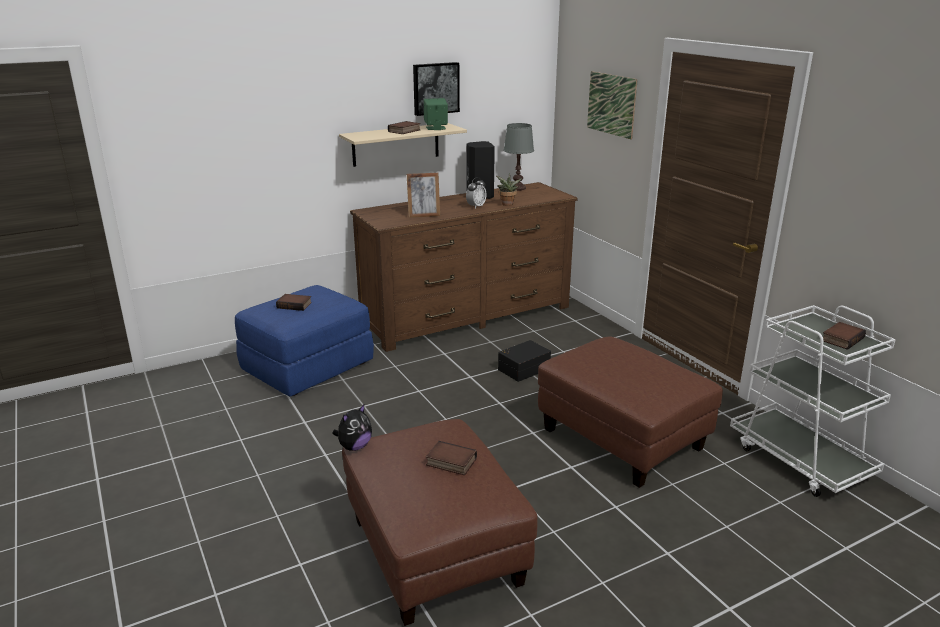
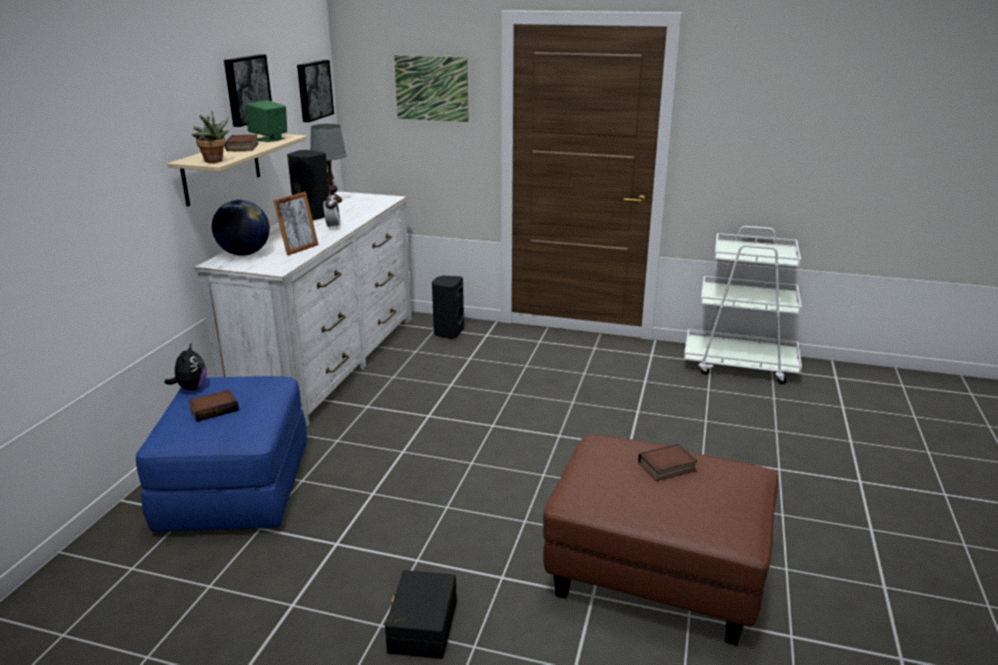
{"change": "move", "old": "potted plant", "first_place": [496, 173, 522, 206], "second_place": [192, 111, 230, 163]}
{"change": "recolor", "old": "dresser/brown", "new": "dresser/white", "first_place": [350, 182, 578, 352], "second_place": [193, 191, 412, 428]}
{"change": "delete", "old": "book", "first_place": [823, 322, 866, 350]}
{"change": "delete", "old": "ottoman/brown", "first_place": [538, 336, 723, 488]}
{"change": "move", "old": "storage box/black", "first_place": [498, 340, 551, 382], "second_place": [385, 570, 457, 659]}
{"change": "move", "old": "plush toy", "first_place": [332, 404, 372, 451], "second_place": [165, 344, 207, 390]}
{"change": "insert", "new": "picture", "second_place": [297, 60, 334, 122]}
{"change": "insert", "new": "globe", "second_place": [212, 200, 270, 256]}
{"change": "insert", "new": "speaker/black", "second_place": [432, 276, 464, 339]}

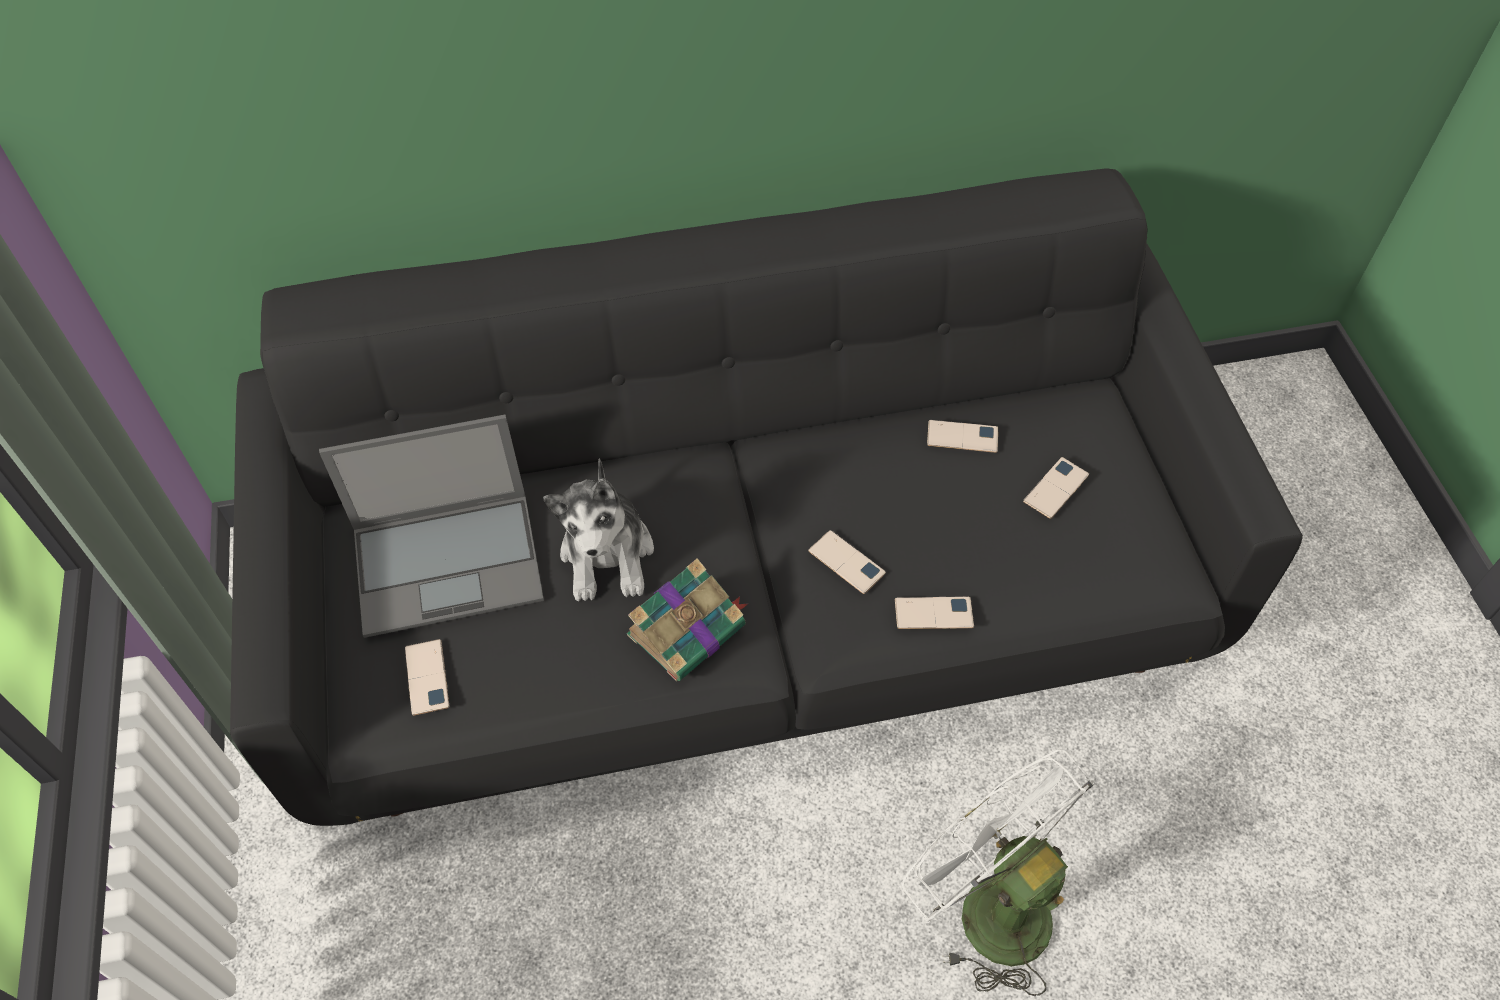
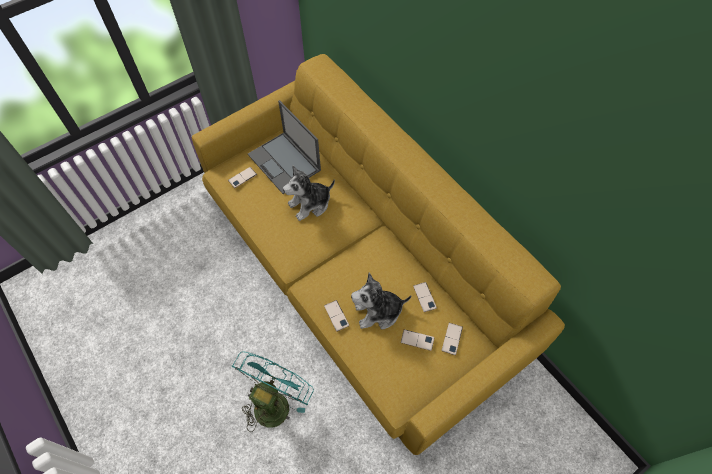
{"change": "recolor", "old": "sofa/black", "new": "sofa/yellow", "first_place": [230, 168, 1303, 826], "second_place": [192, 54, 565, 455]}
{"change": "move", "old": "phone", "first_place": [808, 530, 886, 594], "second_place": [442, 323, 463, 355]}
{"change": "delete", "old": "book", "first_place": [627, 558, 748, 681]}
{"change": "recolor", "old": "fan/white", "new": "fan/turquoise", "first_place": [902, 750, 1094, 996], "second_place": [232, 351, 314, 432]}
{"change": "insert", "new": "plush toy", "second_place": [351, 273, 411, 329]}

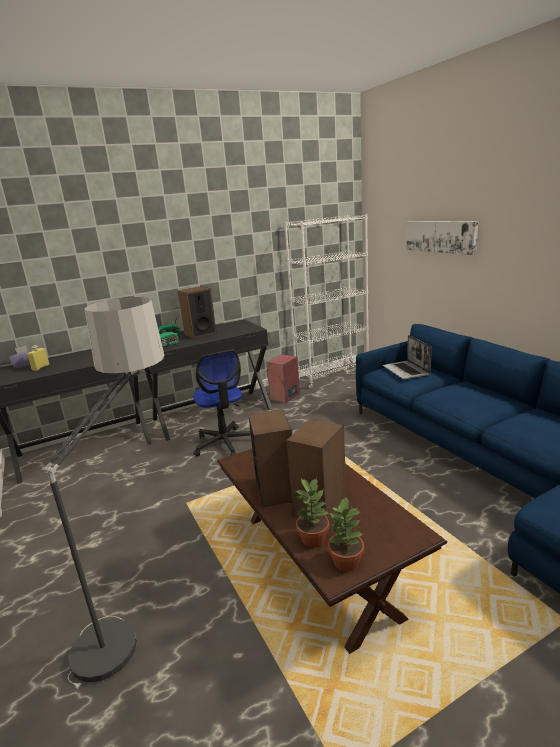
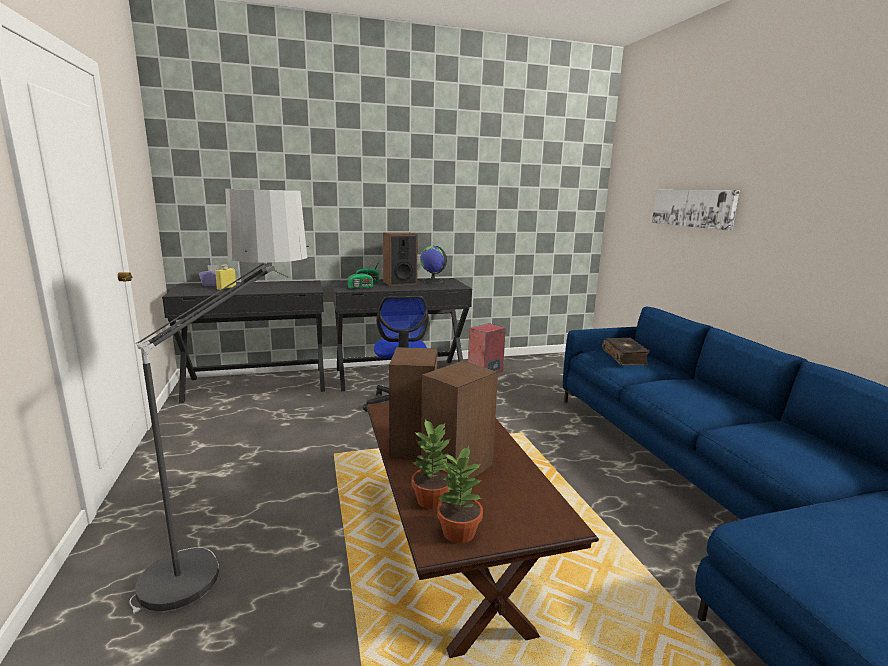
{"change": "delete", "old": "bookcase/white", "first_place": [284, 215, 369, 389]}
{"change": "replace", "old": "laptop", "new": "book", "first_place": [383, 335, 432, 380], "second_place": [602, 338, 650, 366]}
{"change": "insert", "new": "globe", "second_place": [420, 246, 447, 283]}

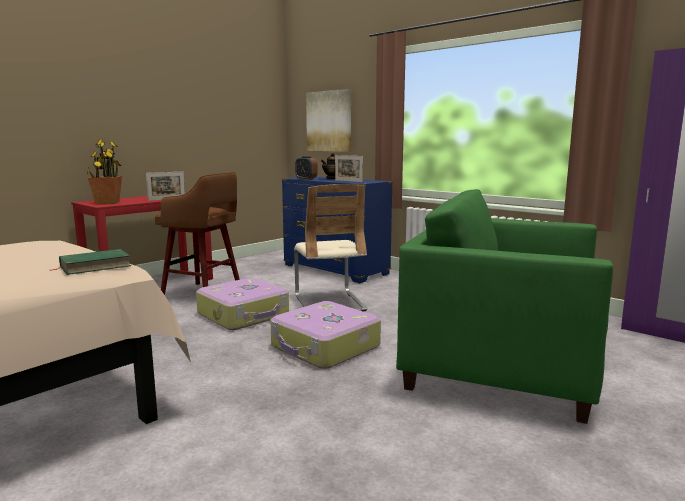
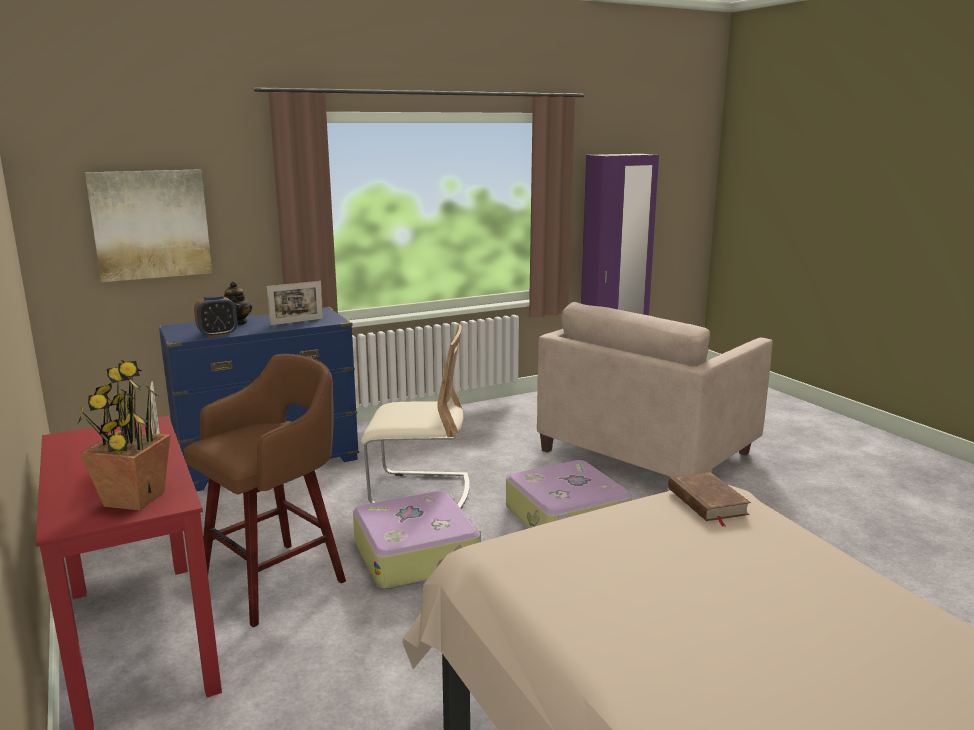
{"change": "recolor", "old": "armchair/green", "new": "armchair/beige", "first_place": [396, 189, 613, 424], "second_place": [537, 302, 773, 477]}
{"change": "recolor", "old": "book/green", "new": "book/brown", "first_place": [49, 249, 131, 275], "second_place": [668, 472, 751, 527]}

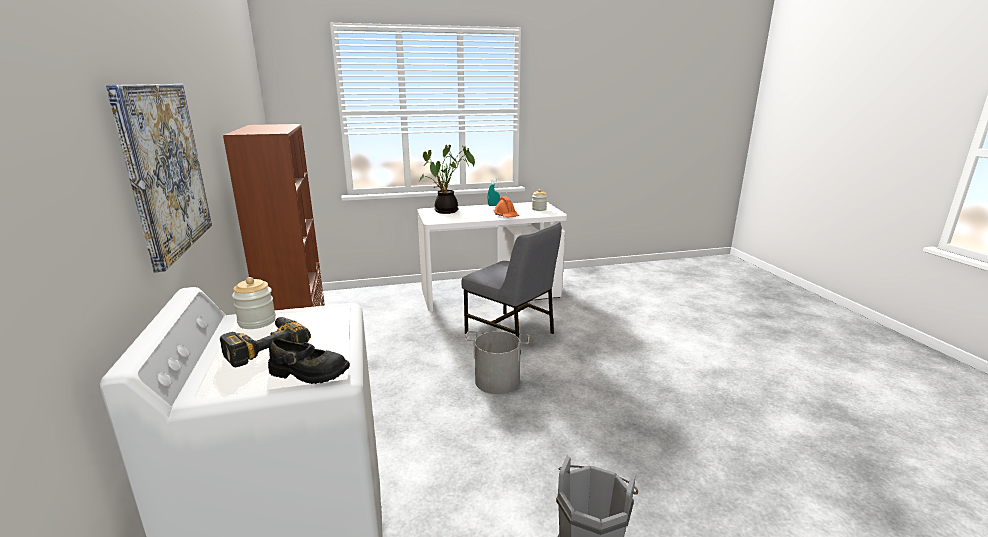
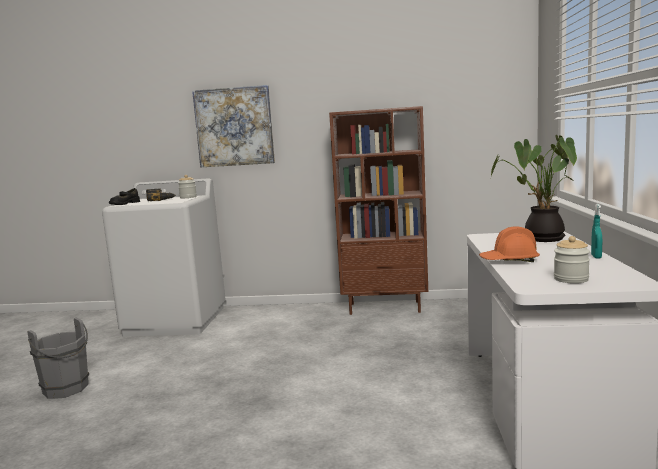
{"change": "delete", "old": "chair/grey", "first_place": [461, 221, 562, 354]}
{"change": "delete", "old": "bucket/grey", "first_place": [465, 331, 530, 394]}

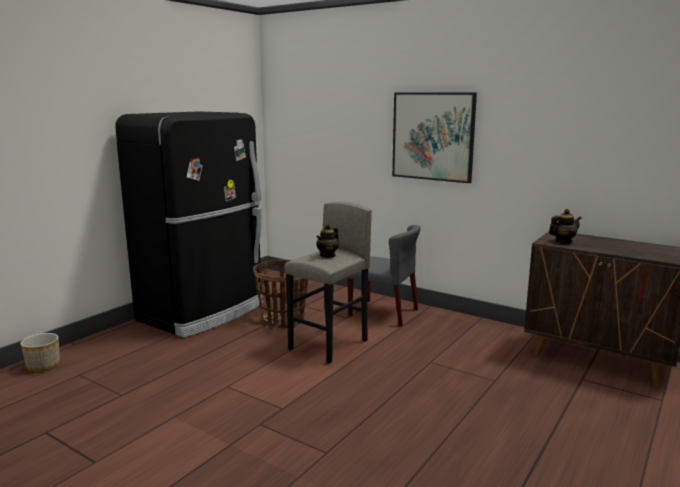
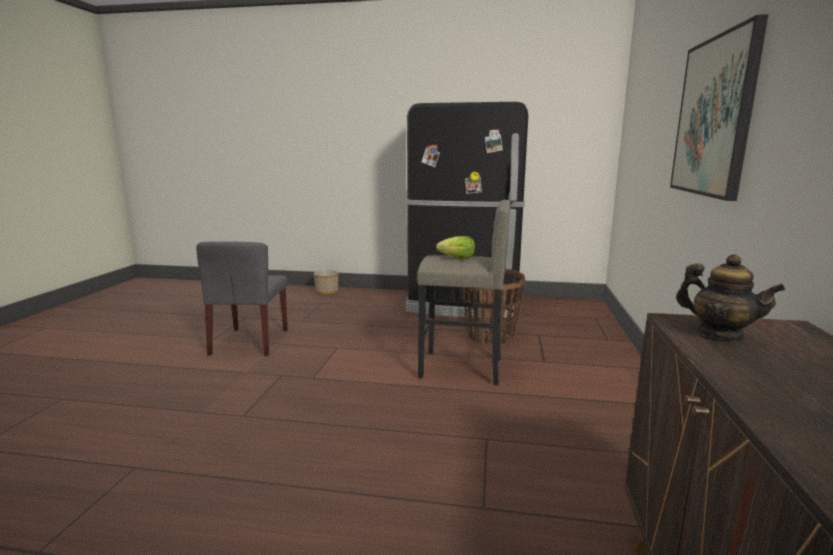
{"change": "replace", "old": "teapot", "new": "lettuce", "first_place": [316, 224, 339, 258], "second_place": [436, 236, 475, 259]}
{"change": "move", "old": "chair/grey", "first_place": [347, 225, 421, 326], "second_place": [196, 242, 288, 356]}

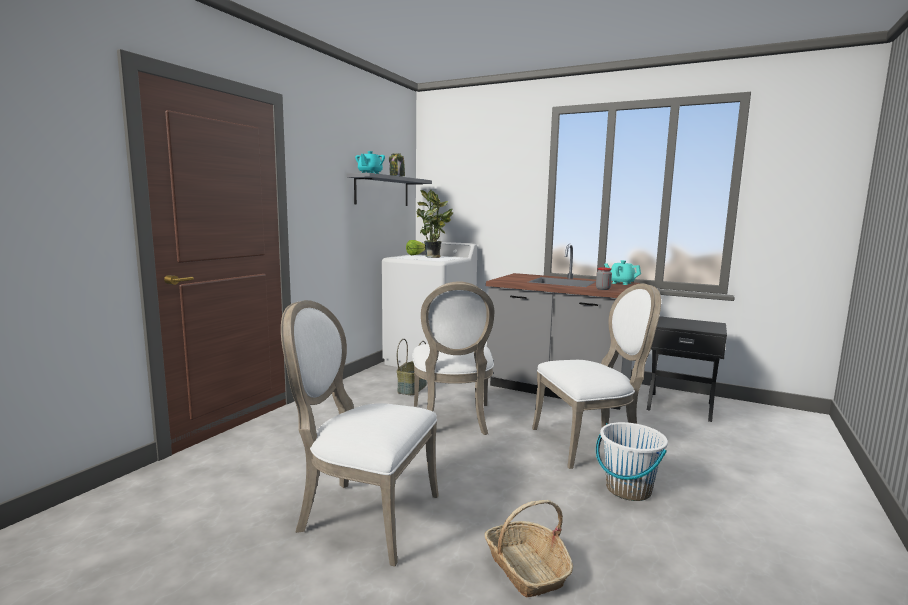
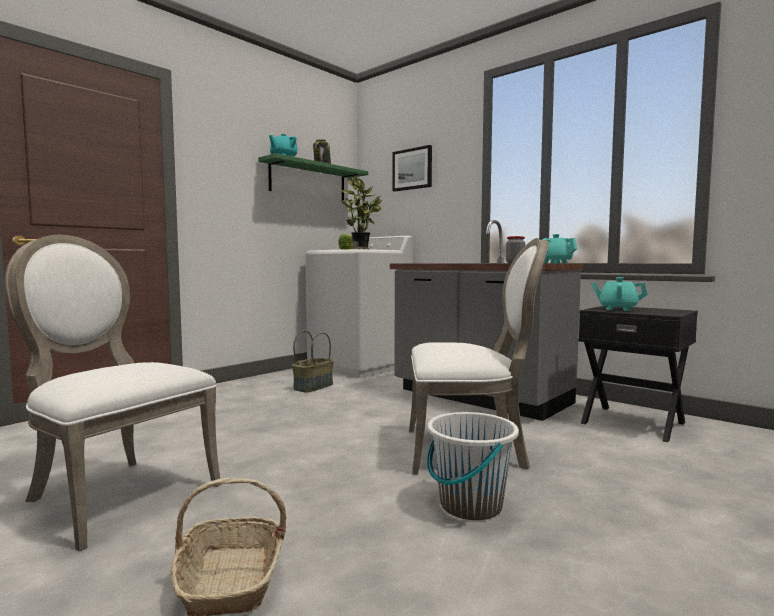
{"change": "recolor", "old": "shelf/grey", "new": "shelf/green", "first_place": [347, 173, 432, 206], "second_place": [258, 153, 368, 200]}
{"change": "delete", "old": "chair/white", "first_place": [412, 282, 494, 435]}
{"change": "insert", "new": "picture", "second_place": [392, 145, 432, 192]}
{"change": "insert", "new": "teapot/turquoise", "second_place": [591, 277, 647, 311]}

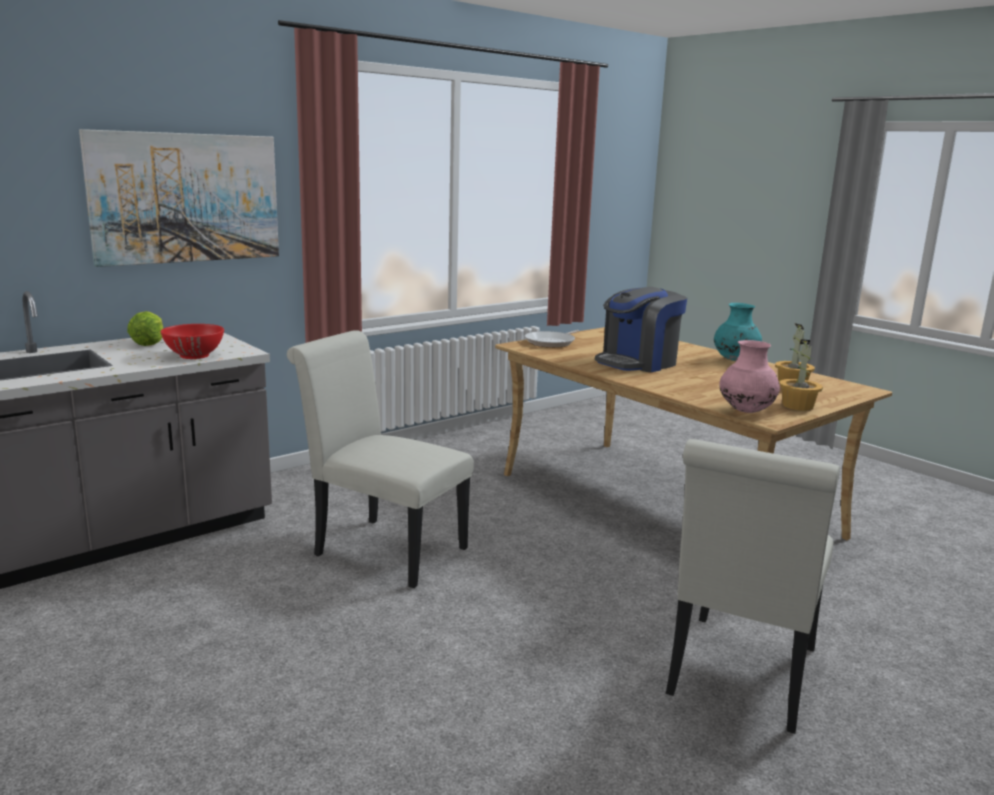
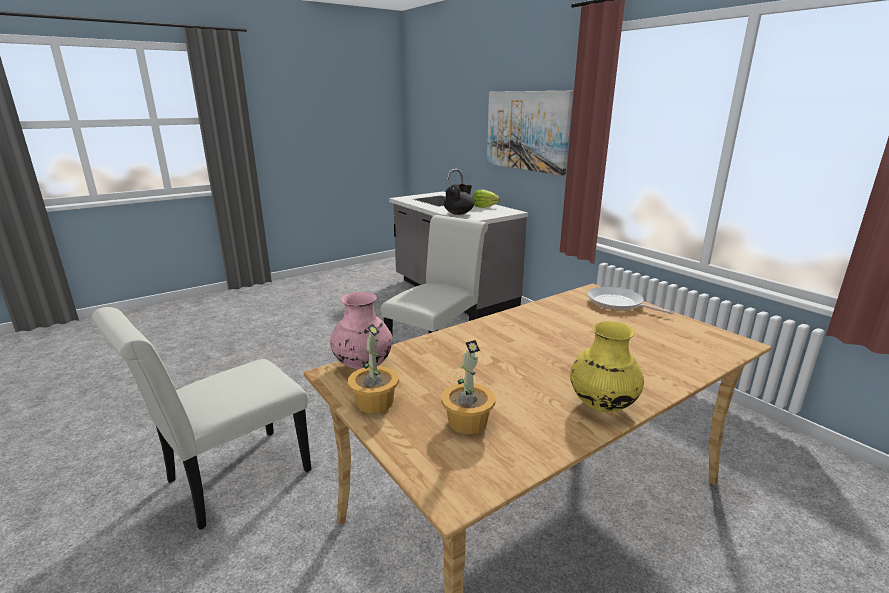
{"change": "delete", "old": "coffee machine", "first_place": [595, 287, 687, 372]}
{"change": "recolor", "old": "vase/turquoise", "new": "vase/yellow", "first_place": [714, 303, 762, 361], "second_place": [570, 321, 644, 412]}
{"change": "replace", "old": "bowl/red", "new": "teapot/black", "first_place": [161, 324, 224, 359], "second_place": [444, 184, 474, 215]}
{"change": "rotate", "old": "chair/white", "first_place": [666, 439, 840, 734], "second_place": [92, 307, 312, 530], "degrees": -75}

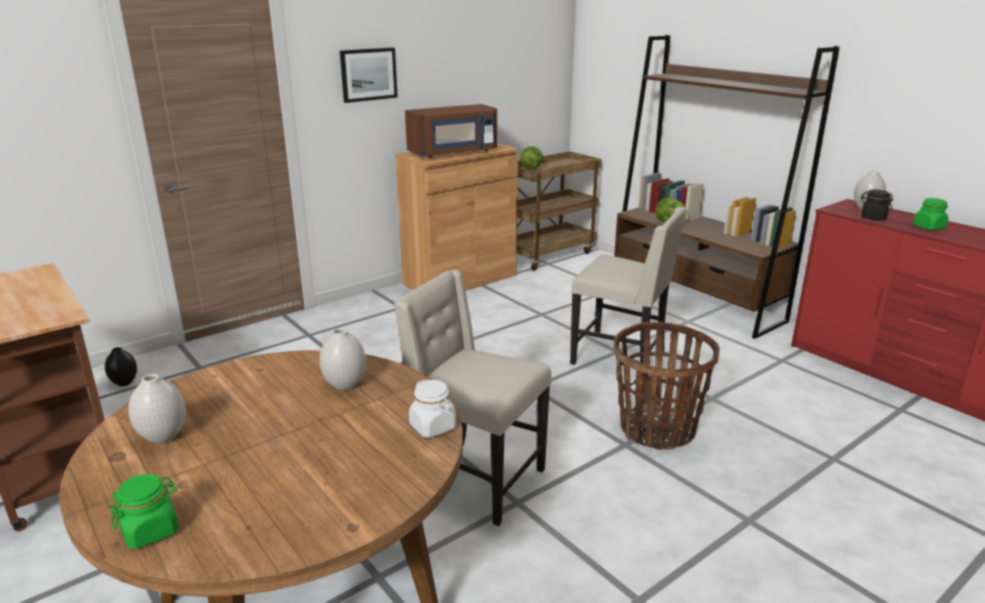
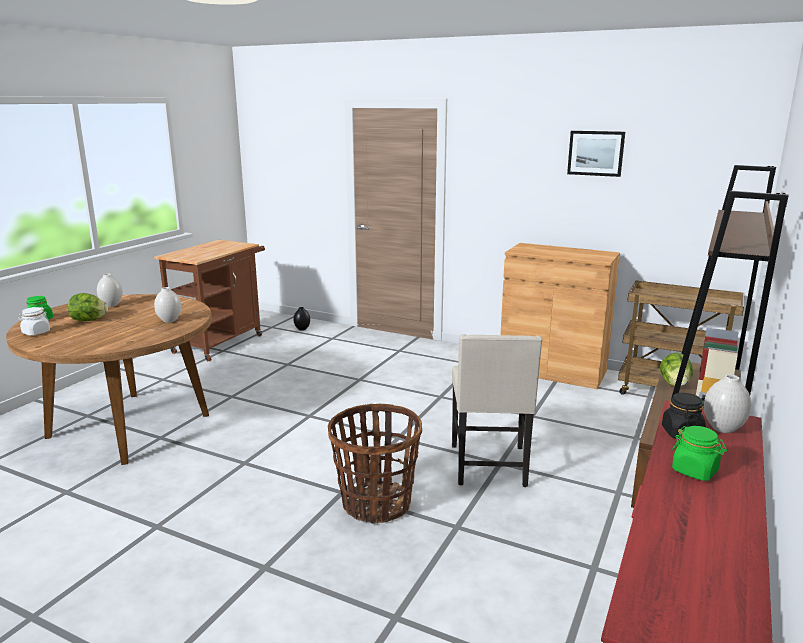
{"change": "move", "old": "picture", "first_place": [340, 48, 398, 103], "second_place": [567, 131, 625, 177]}
{"change": "delete", "old": "microwave/brown", "first_place": [405, 104, 497, 158]}
{"change": "move", "old": "lettuce", "first_place": [520, 146, 543, 170], "second_place": [68, 293, 108, 321]}
{"change": "delete", "old": "chair/beige", "first_place": [394, 269, 551, 526]}
{"change": "move", "old": "jar/white", "first_place": [409, 379, 456, 438], "second_place": [18, 307, 50, 336]}

